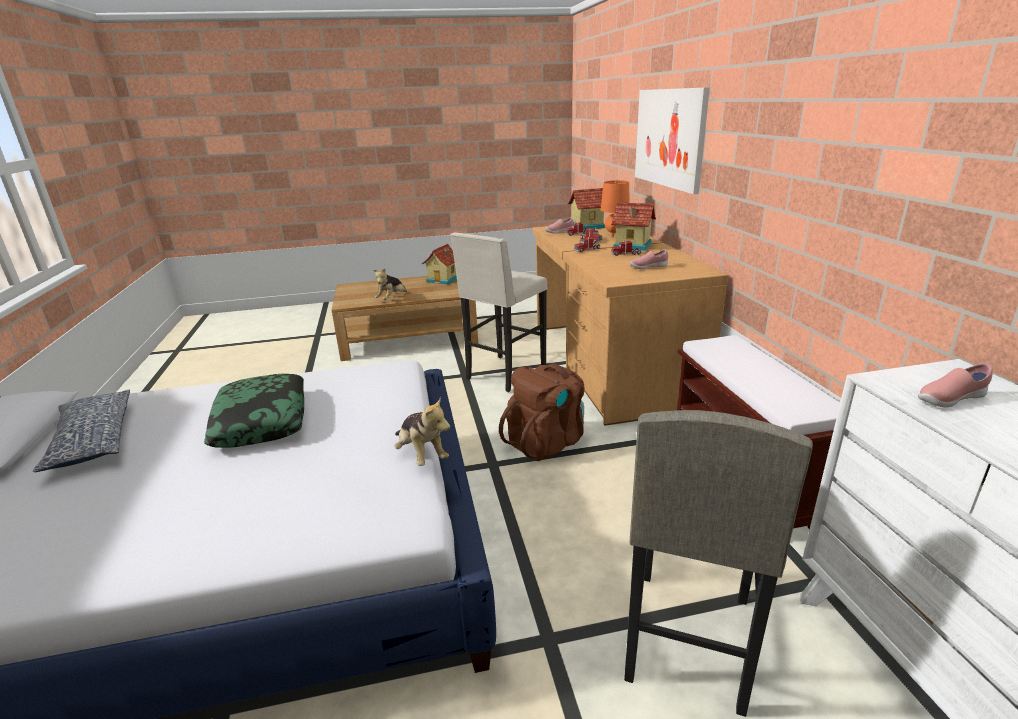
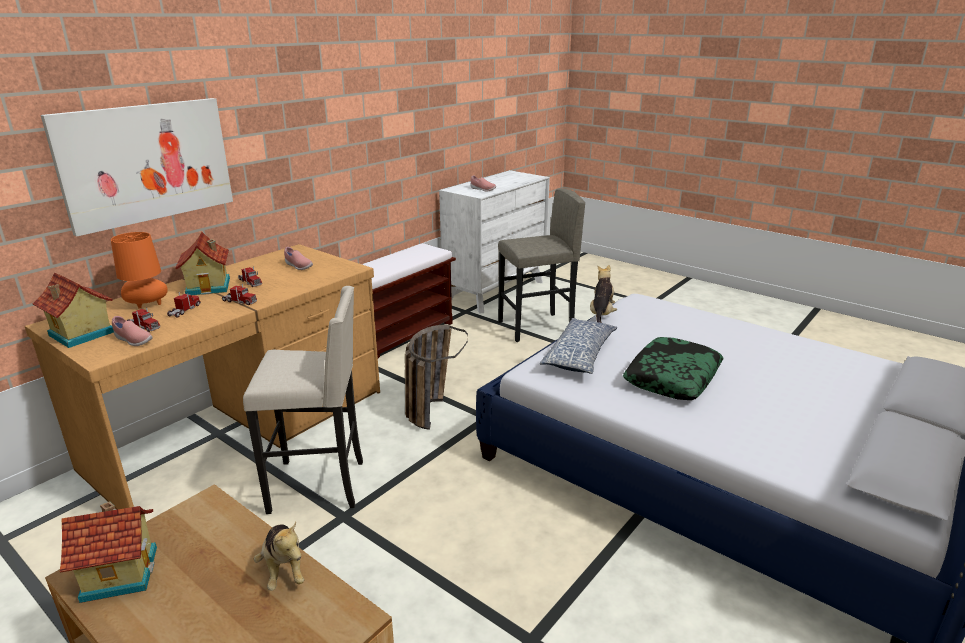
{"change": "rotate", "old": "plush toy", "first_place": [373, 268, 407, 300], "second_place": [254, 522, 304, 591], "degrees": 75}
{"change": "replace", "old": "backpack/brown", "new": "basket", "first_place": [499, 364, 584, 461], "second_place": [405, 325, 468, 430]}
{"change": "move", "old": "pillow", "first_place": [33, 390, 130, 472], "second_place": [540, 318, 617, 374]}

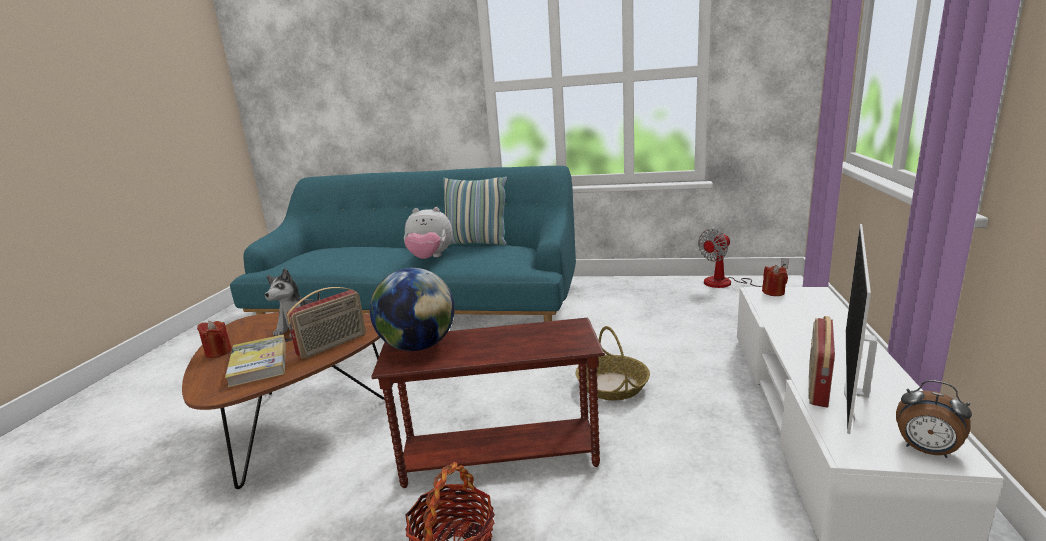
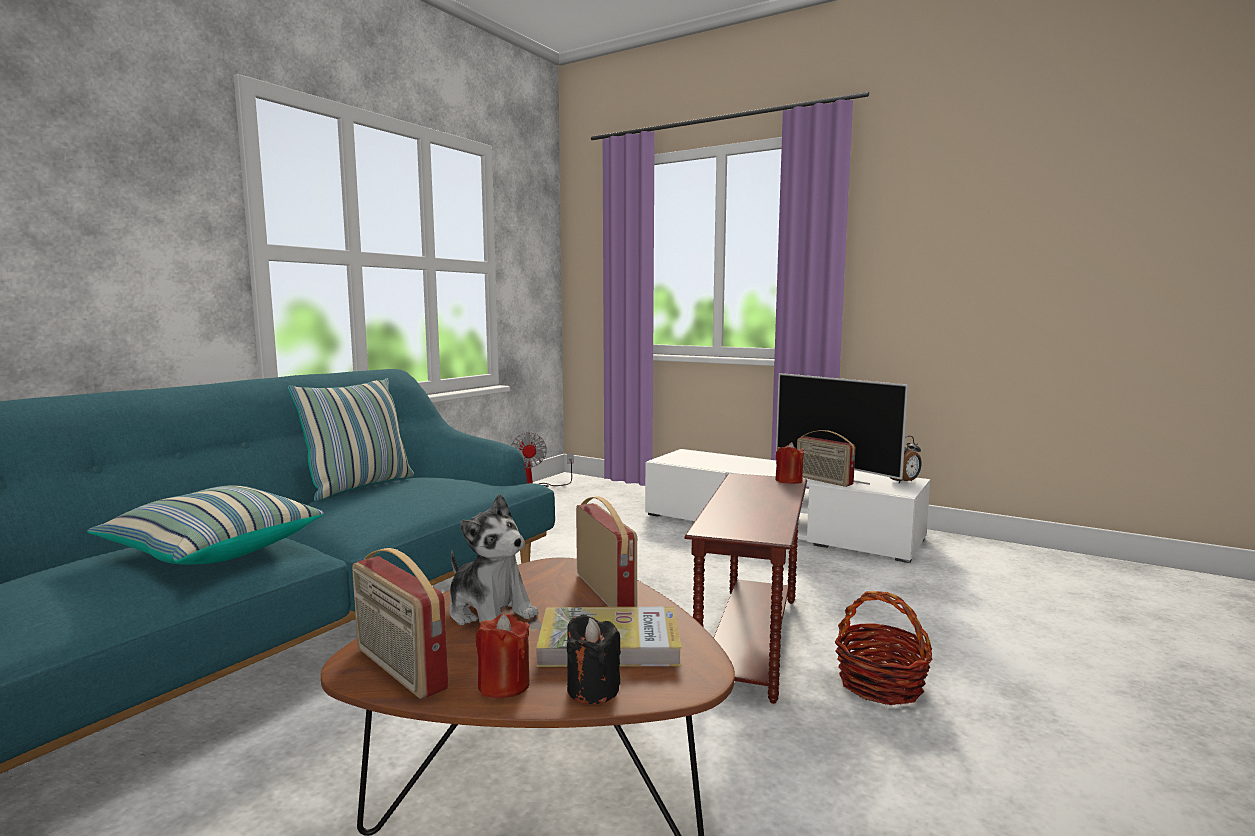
{"change": "delete", "old": "plush toy", "first_place": [404, 207, 452, 259]}
{"change": "move", "old": "candle/red", "first_place": [762, 265, 788, 296], "second_place": [775, 442, 804, 484]}
{"change": "delete", "old": "globe", "first_place": [370, 268, 455, 351]}
{"change": "delete", "old": "basket", "first_place": [576, 326, 650, 400]}
{"change": "insert", "new": "pillow", "second_place": [87, 485, 324, 565]}
{"change": "insert", "new": "radio", "second_place": [352, 548, 448, 699]}
{"change": "insert", "new": "candle/black", "second_place": [567, 615, 621, 704]}

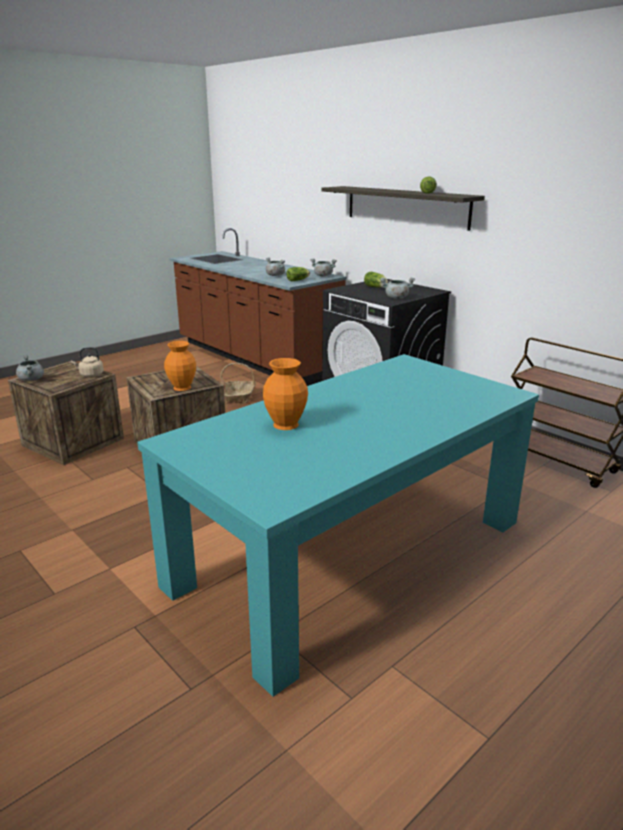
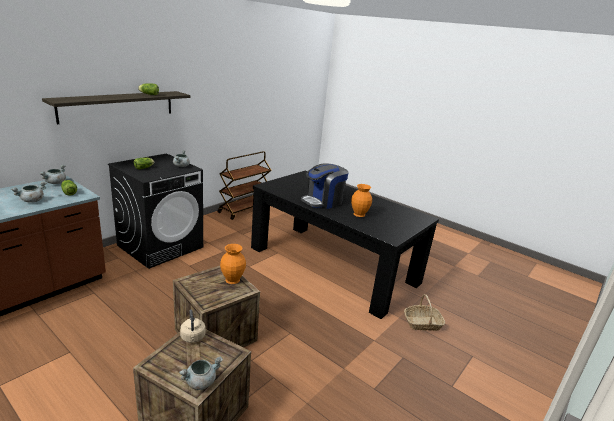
{"change": "recolor", "old": "dining table/turquoise", "new": "dining table/black", "first_place": [137, 354, 539, 697], "second_place": [251, 171, 439, 319]}
{"change": "move", "old": "basket", "first_place": [220, 363, 256, 403], "second_place": [404, 294, 445, 331]}
{"change": "insert", "new": "coffee machine", "second_place": [301, 163, 349, 209]}

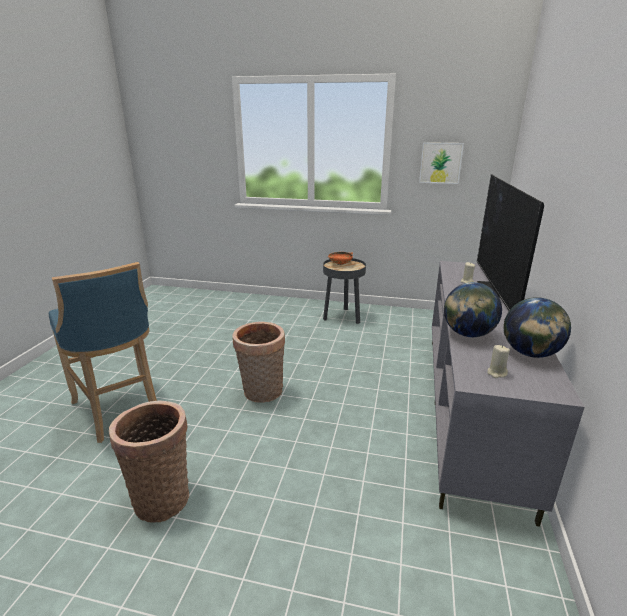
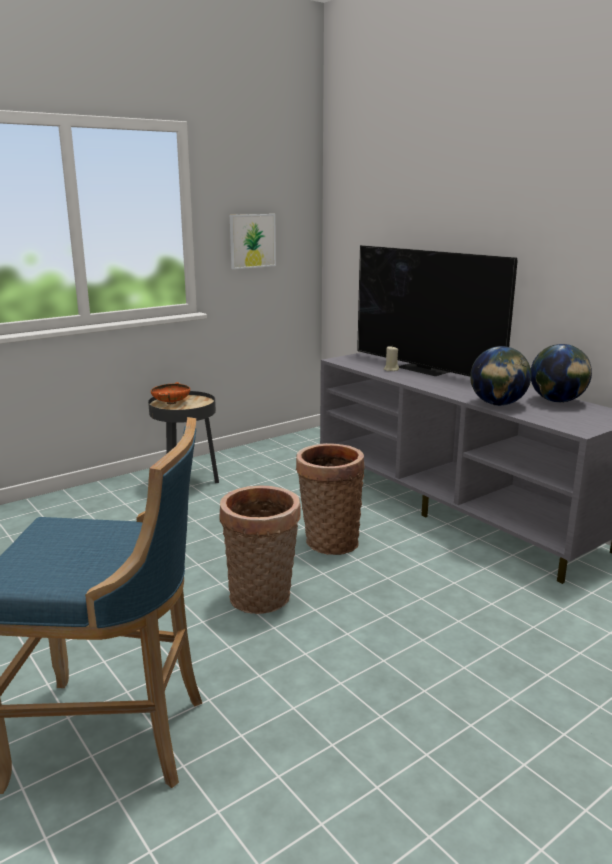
{"change": "delete", "old": "candle/beige", "first_place": [487, 345, 510, 378]}
{"change": "move", "old": "basket", "first_place": [109, 400, 189, 523], "second_place": [296, 443, 365, 555]}

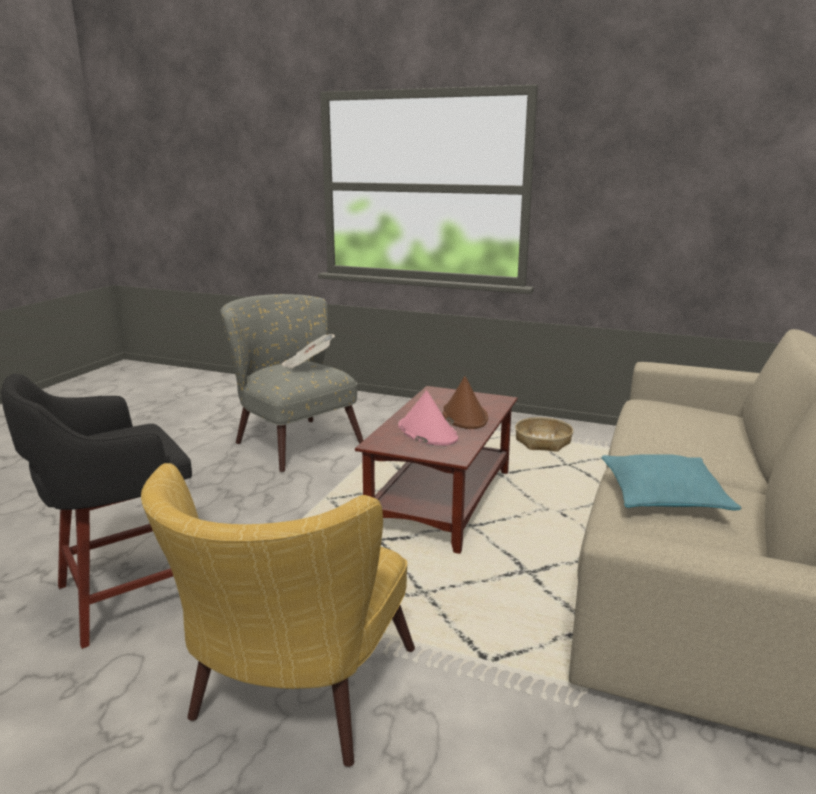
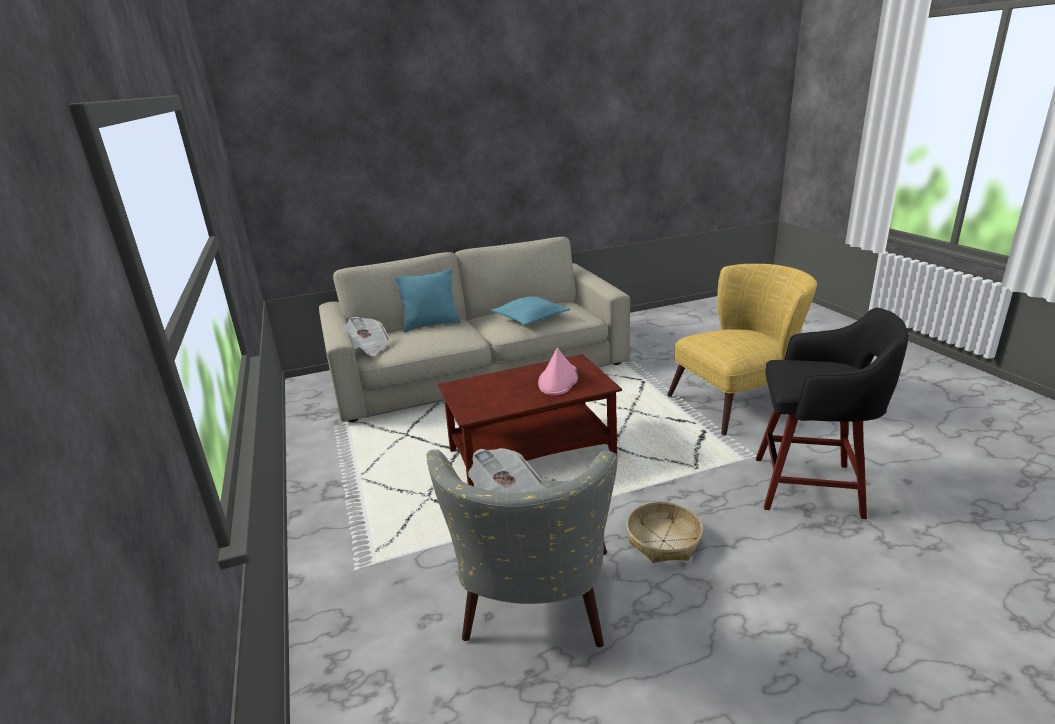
{"change": "delete", "old": "hat/brown", "first_place": [442, 376, 488, 429]}
{"change": "move", "old": "basket", "first_place": [515, 417, 573, 452], "second_place": [626, 502, 703, 563]}
{"change": "insert", "new": "pillow/turquoise", "second_place": [395, 269, 461, 332]}
{"change": "insert", "new": "newspaper", "second_place": [342, 317, 391, 356]}

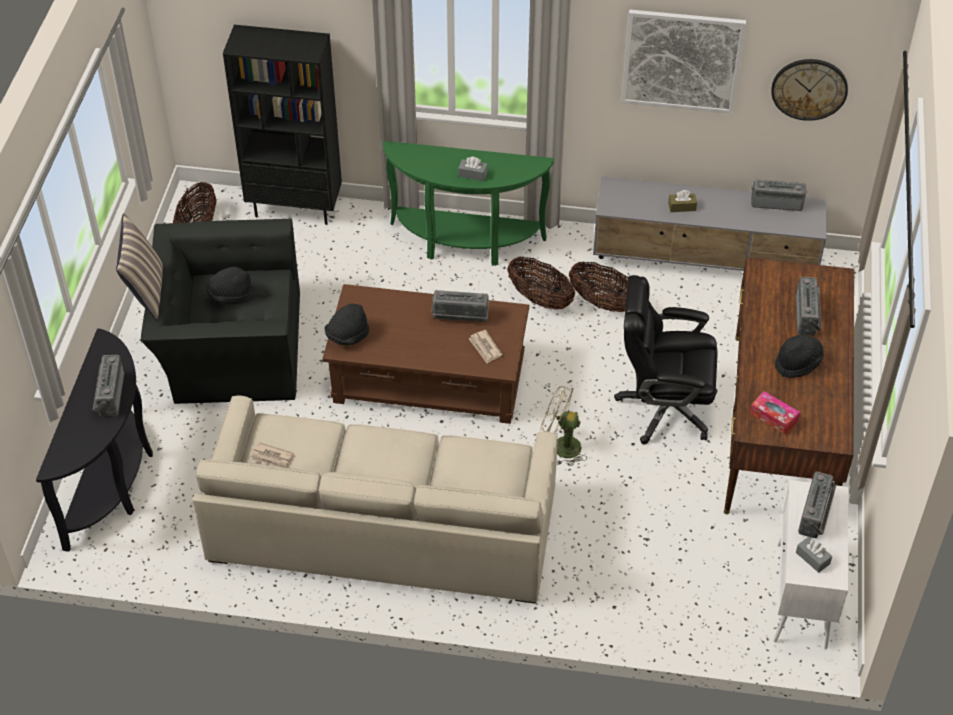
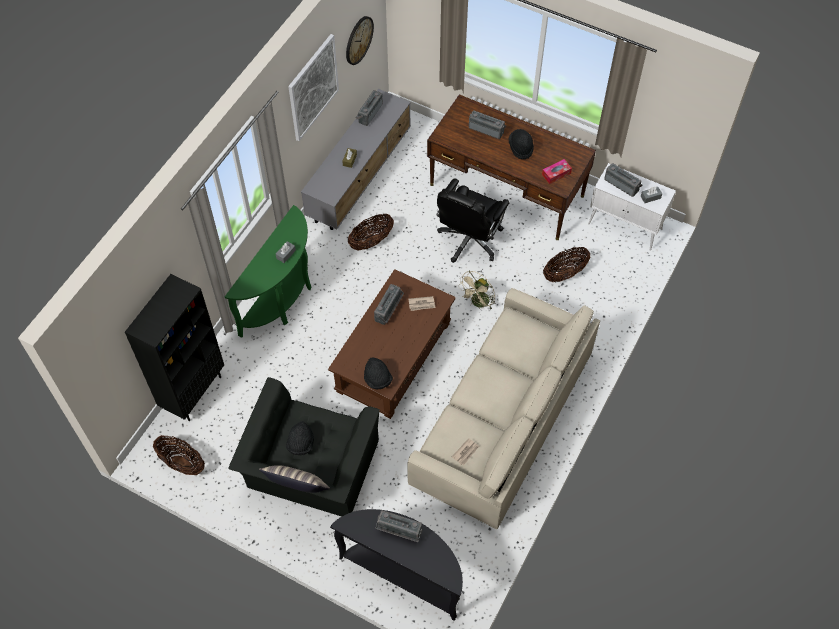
{"change": "move", "old": "basket", "first_place": [507, 257, 575, 310], "second_place": [543, 247, 590, 282]}

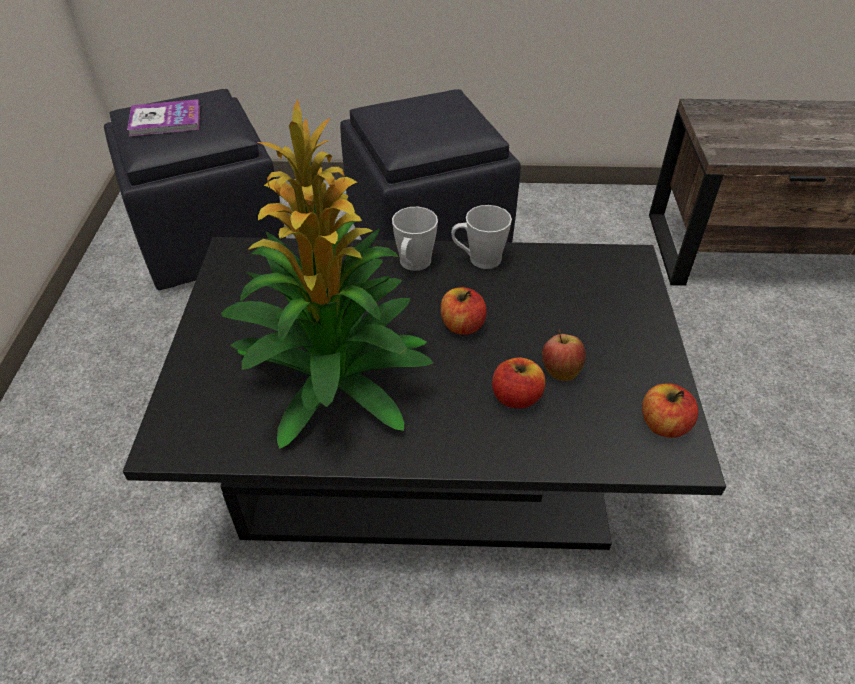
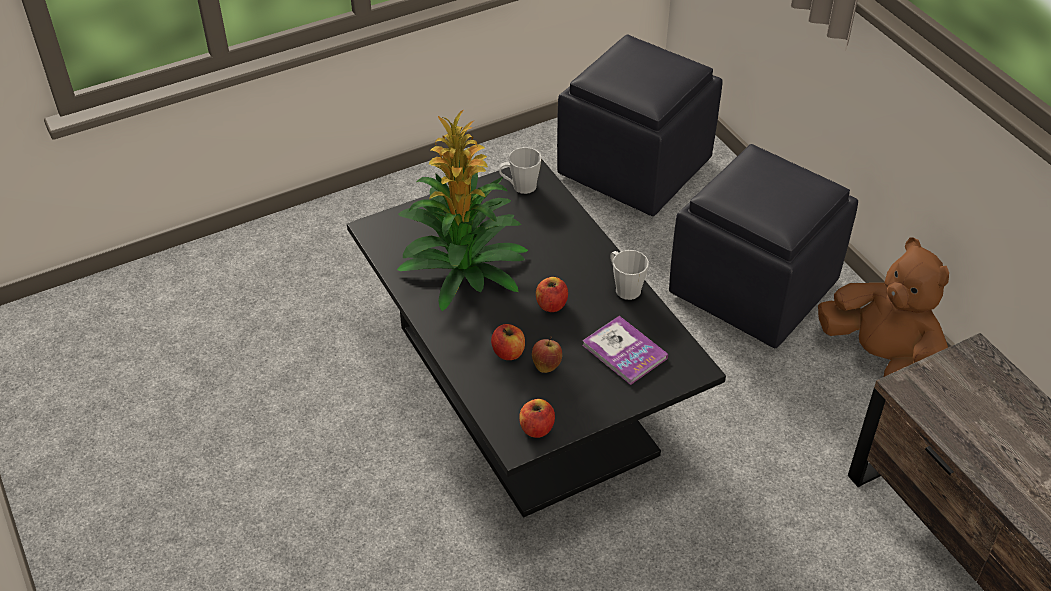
{"change": "move", "old": "book", "first_place": [127, 99, 200, 136], "second_place": [582, 316, 668, 385]}
{"change": "move", "old": "mug/grey", "first_place": [392, 207, 438, 271], "second_place": [499, 147, 542, 194]}
{"change": "insert", "new": "plush toy/brown", "second_place": [818, 237, 949, 377]}

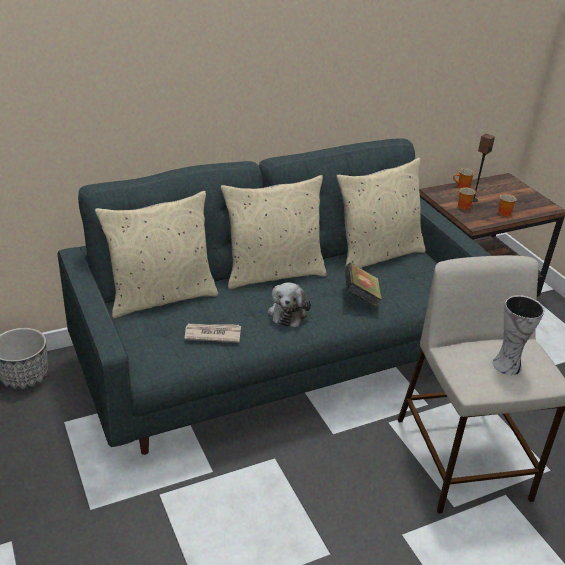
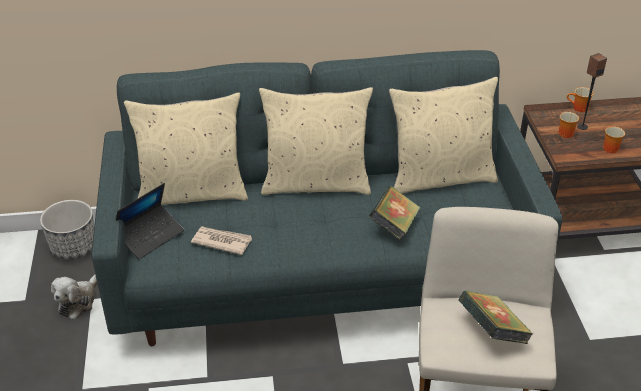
{"change": "move", "old": "plush toy", "first_place": [268, 282, 311, 327], "second_place": [51, 275, 97, 320]}
{"change": "replace", "old": "vase", "new": "book", "first_place": [493, 295, 544, 375], "second_place": [458, 290, 533, 344]}
{"change": "insert", "new": "laptop", "second_place": [116, 183, 184, 259]}

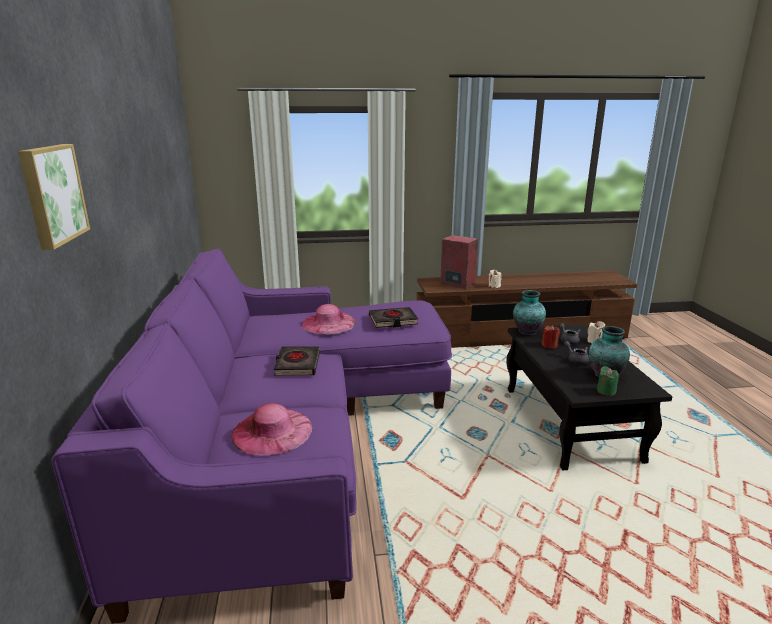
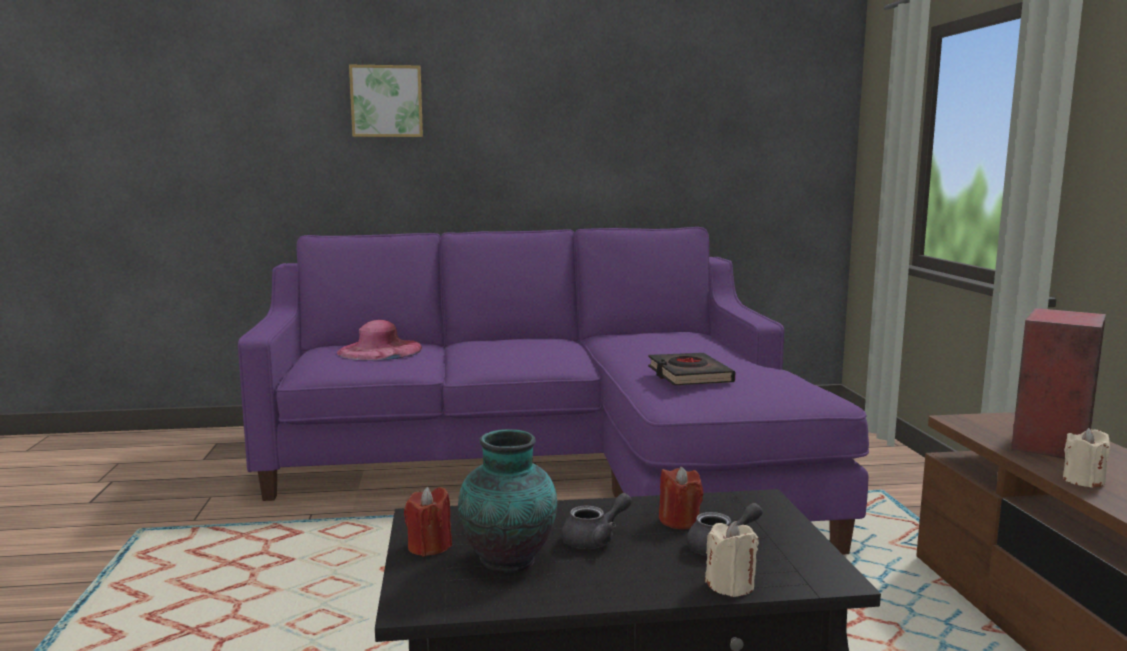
{"change": "delete", "old": "vase", "first_place": [513, 290, 546, 335]}
{"change": "delete", "old": "hat/pink", "first_place": [302, 304, 357, 334]}
{"change": "delete", "old": "book/black", "first_place": [274, 346, 320, 376]}
{"change": "recolor", "old": "candle/green", "new": "candle/red", "first_place": [597, 366, 619, 396], "second_place": [404, 487, 452, 557]}

